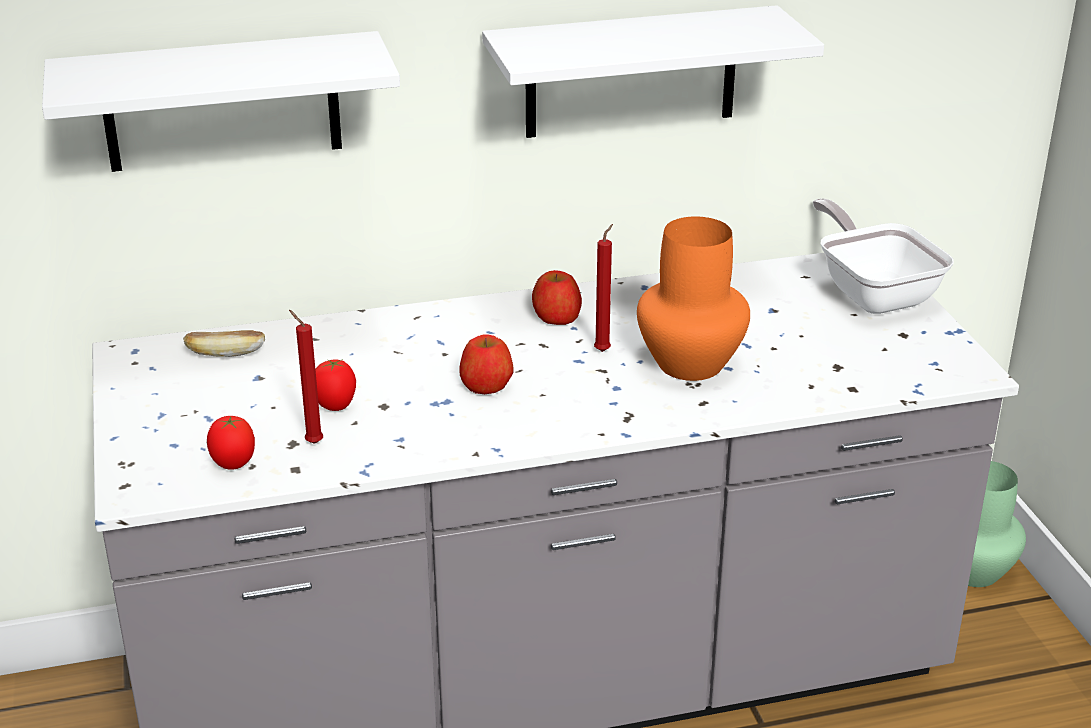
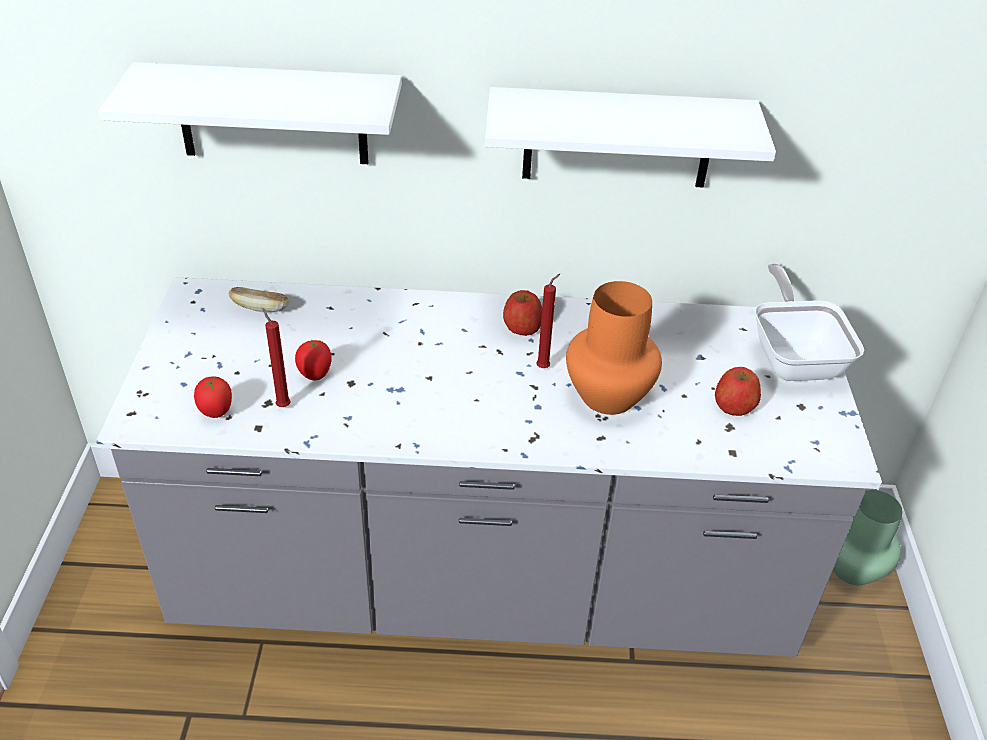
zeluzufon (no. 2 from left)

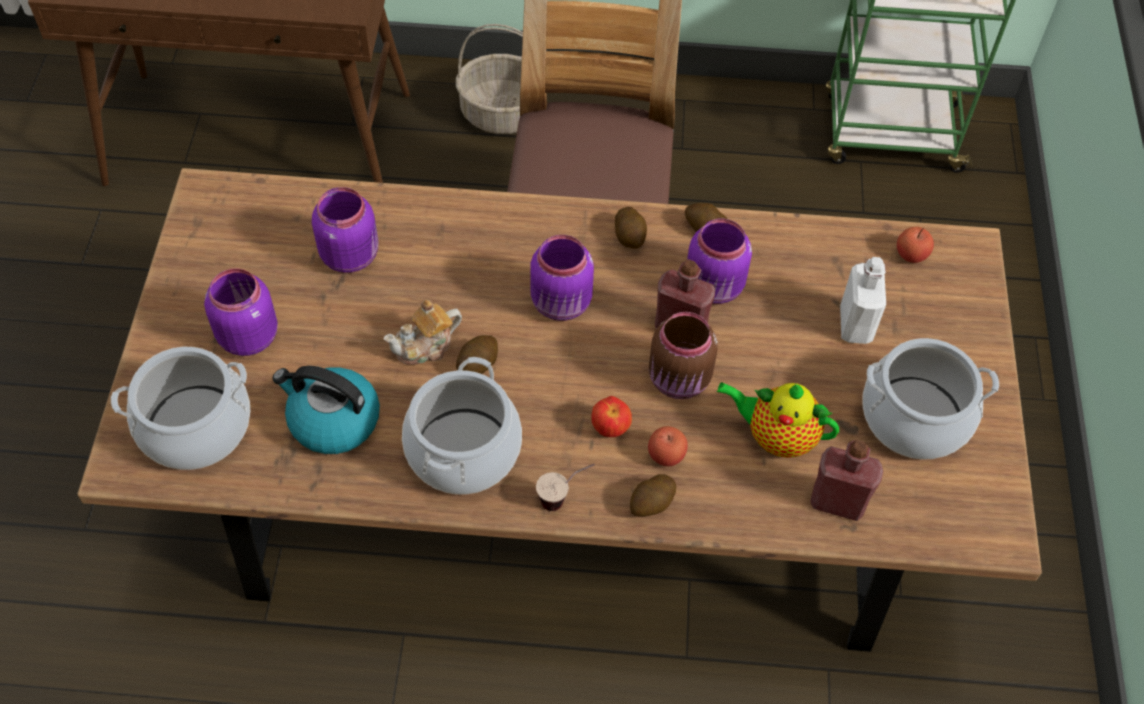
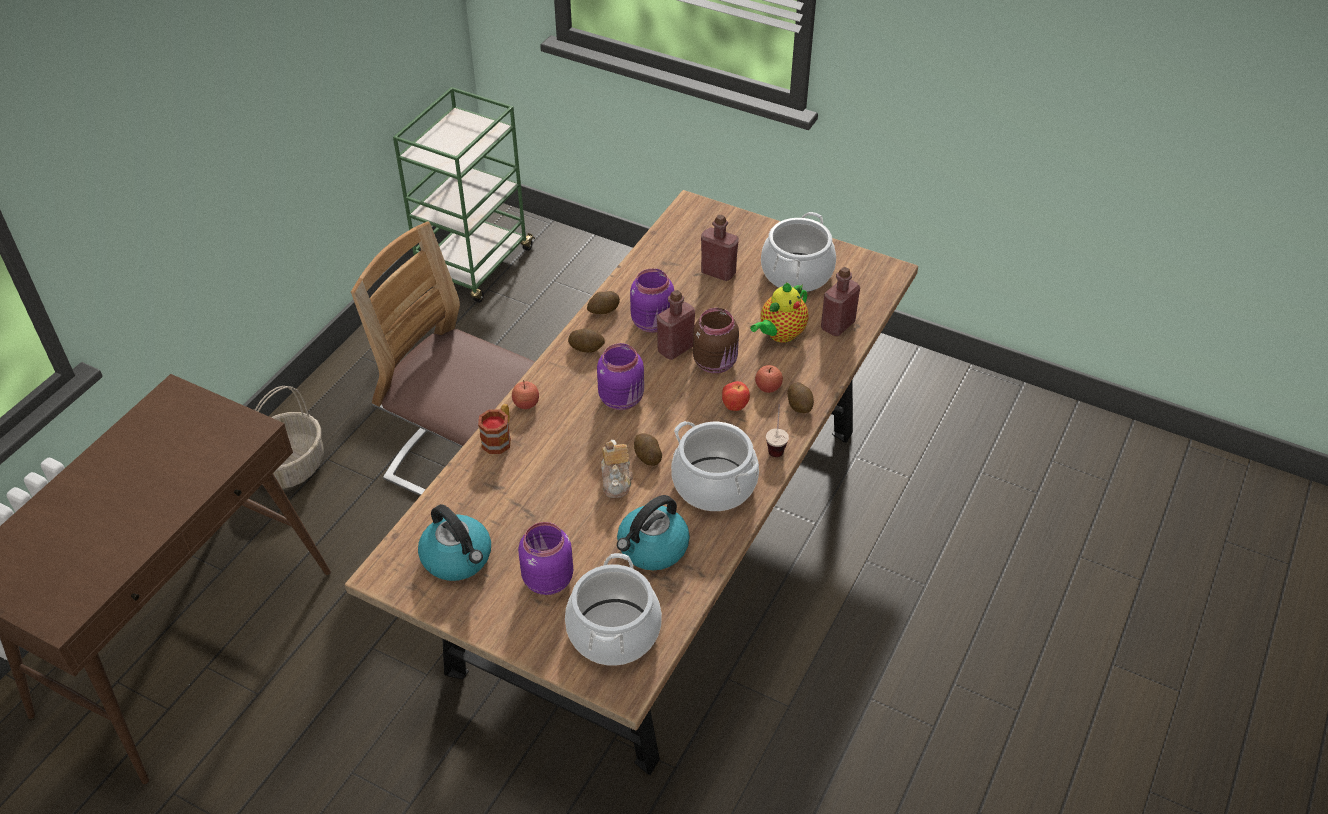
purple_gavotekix (no. 2 from left in the first image); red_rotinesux (no. 2 from left); zeluzufon (no. 1 from left); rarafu (no. 1 from left); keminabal

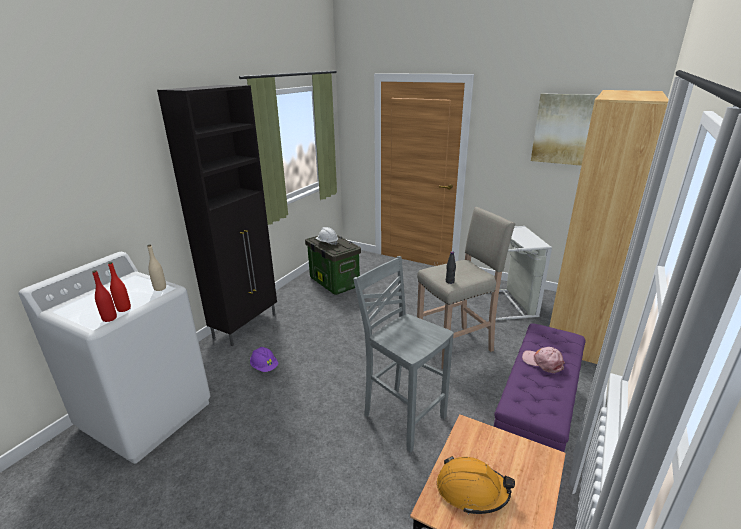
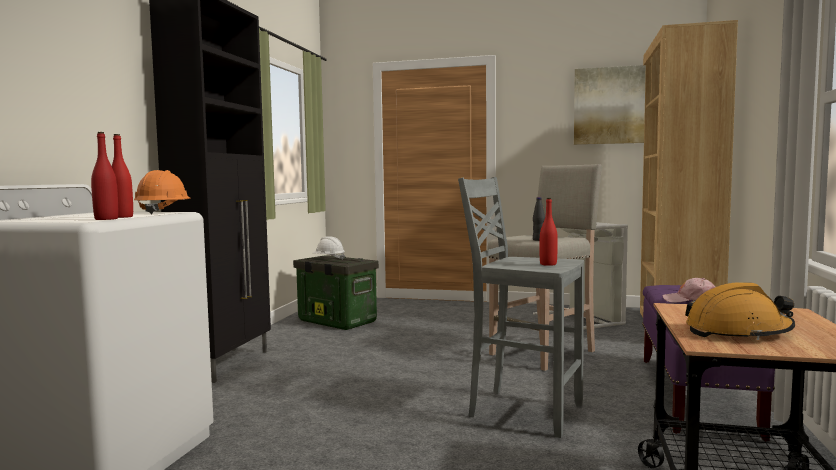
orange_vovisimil (no. 1 from left); purple_vovisimil; red_rotinesux (no. 3 from left)

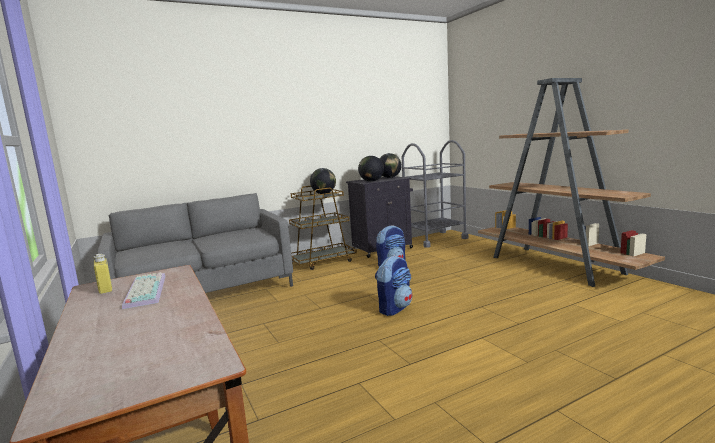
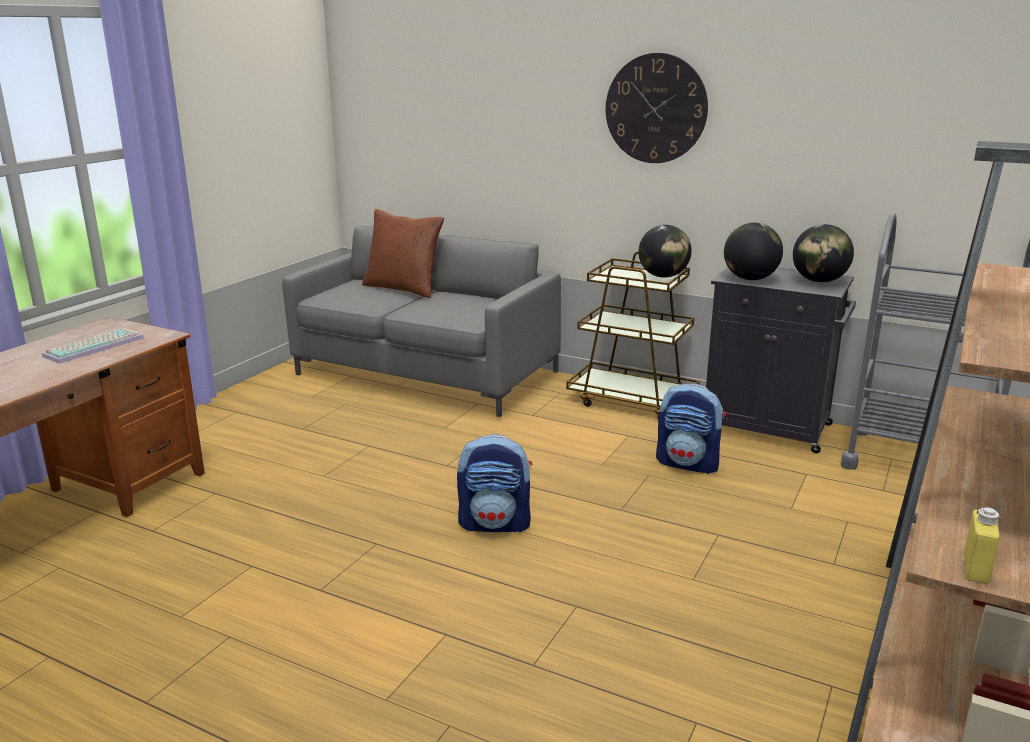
yellow_rotinesux; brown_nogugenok; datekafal

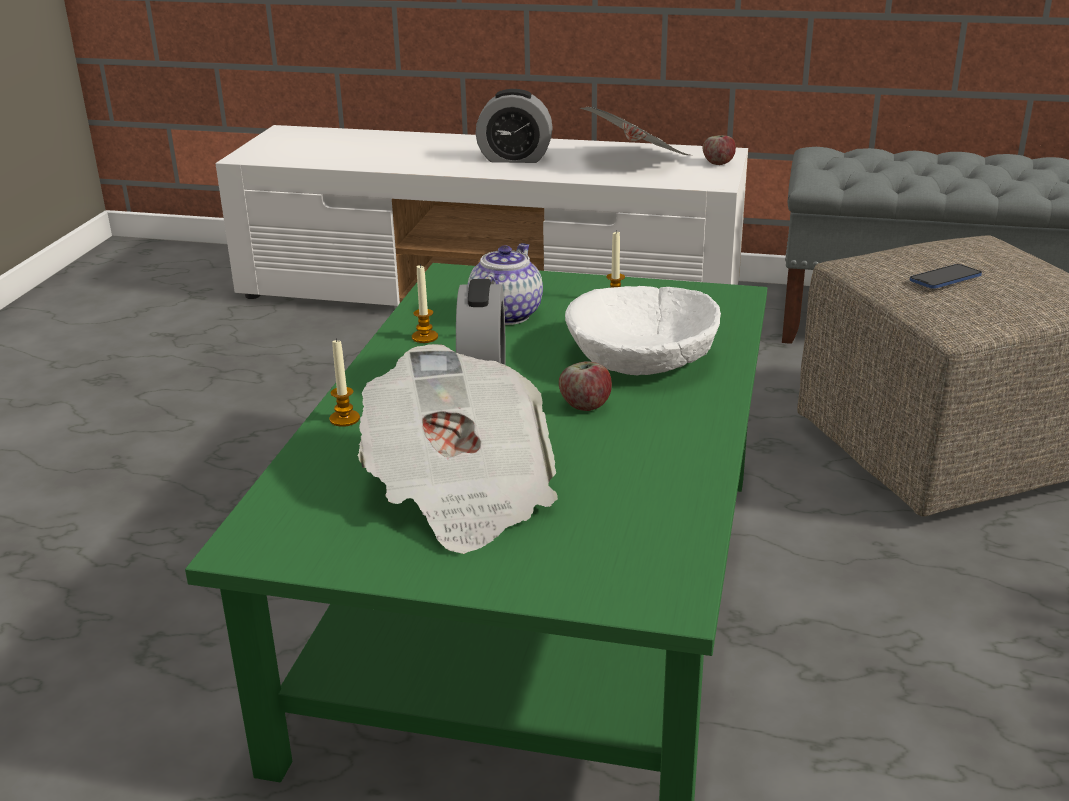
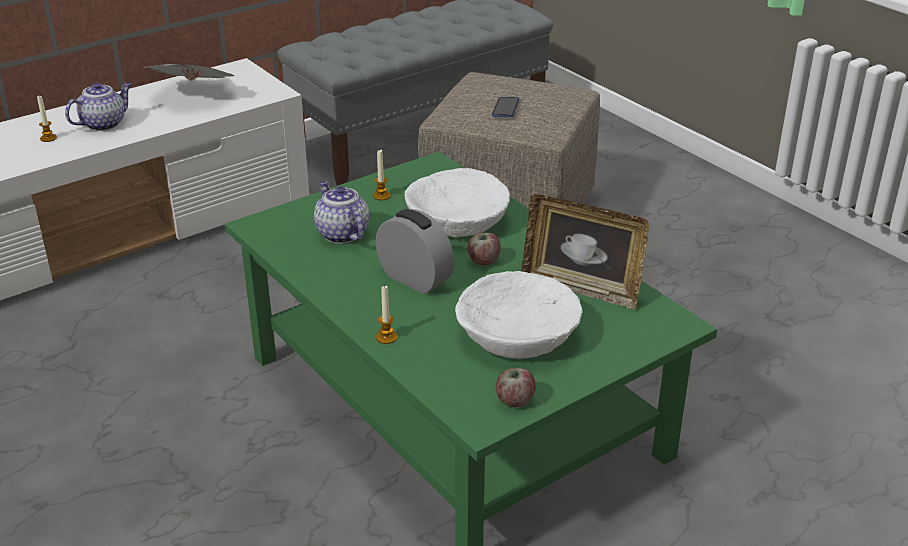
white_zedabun (no. 2 from left); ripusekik (no. 1 from left); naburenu (no. 1 from left); zeluzufon (no. 2 from left); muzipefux

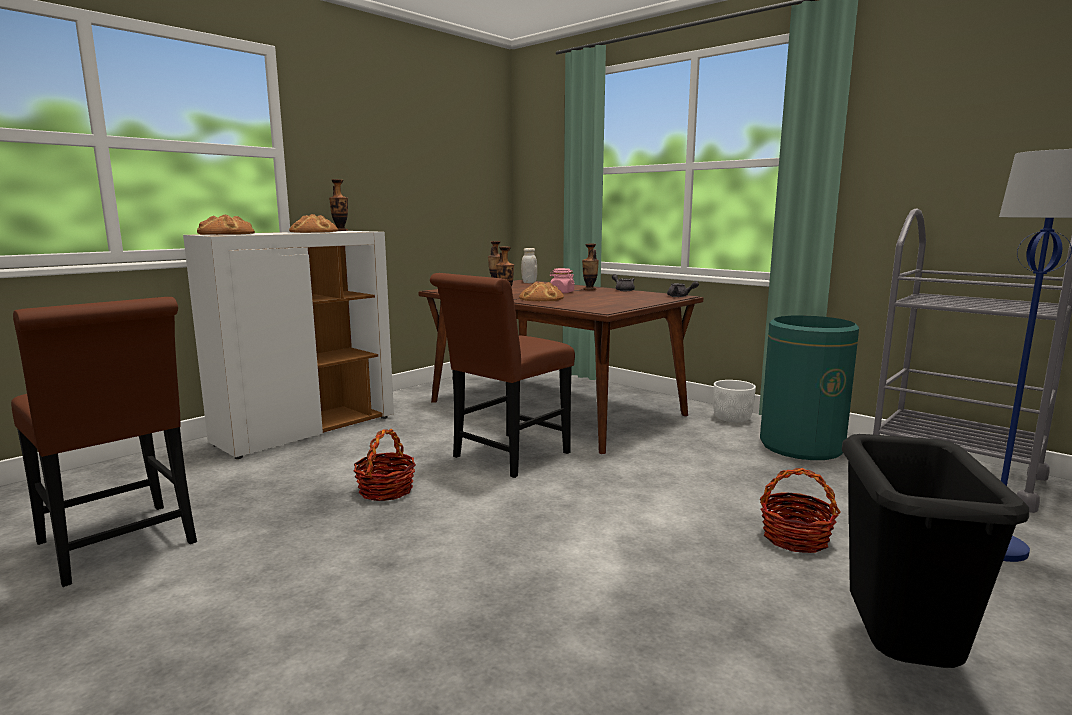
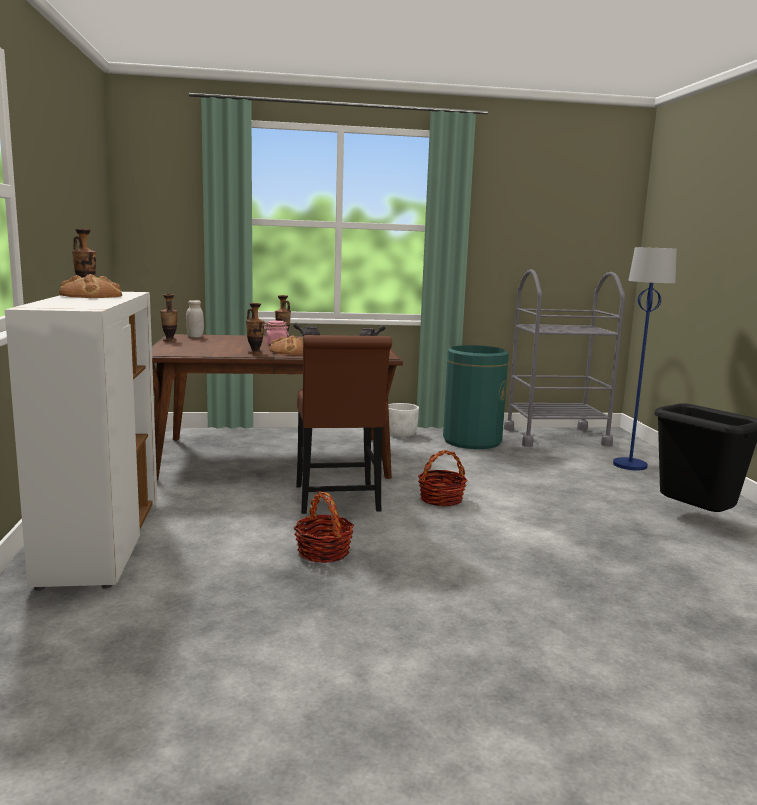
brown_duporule (no. 1 from left in the first image); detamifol (no. 1 from left in the first image); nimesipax (no. 2 from left)

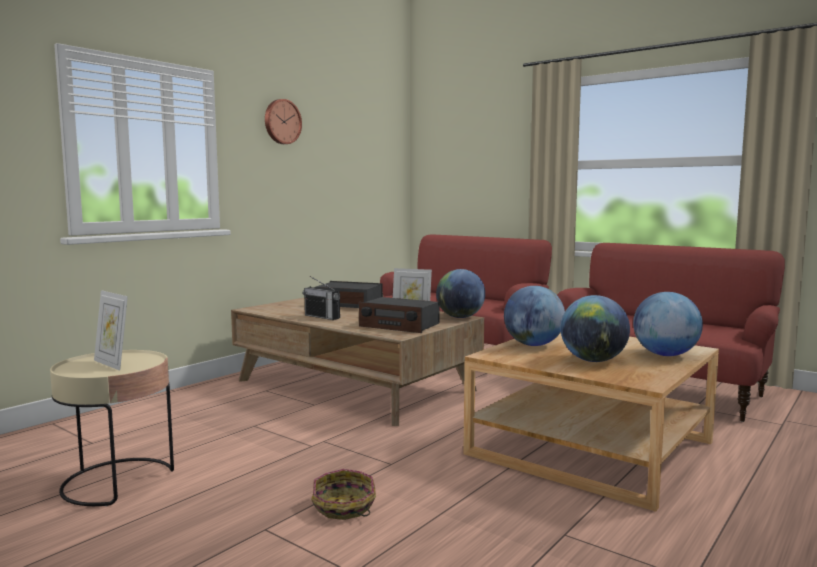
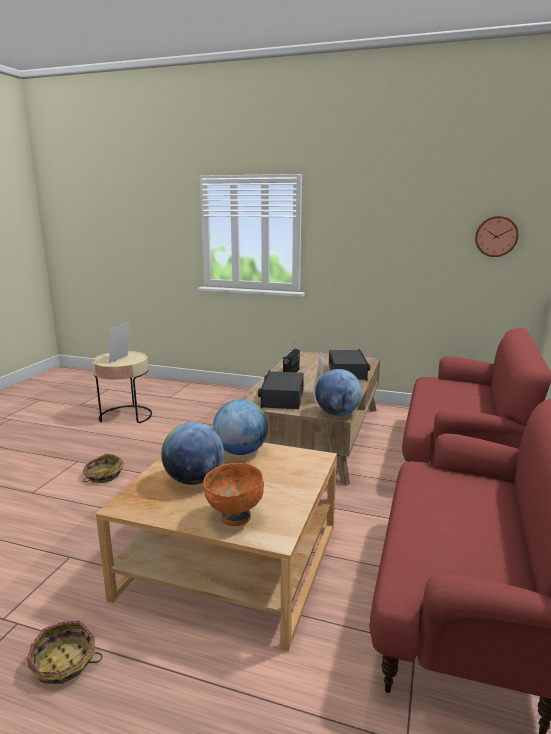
datekafal; orange_zedabun; nimesipax (no. 1 from left)

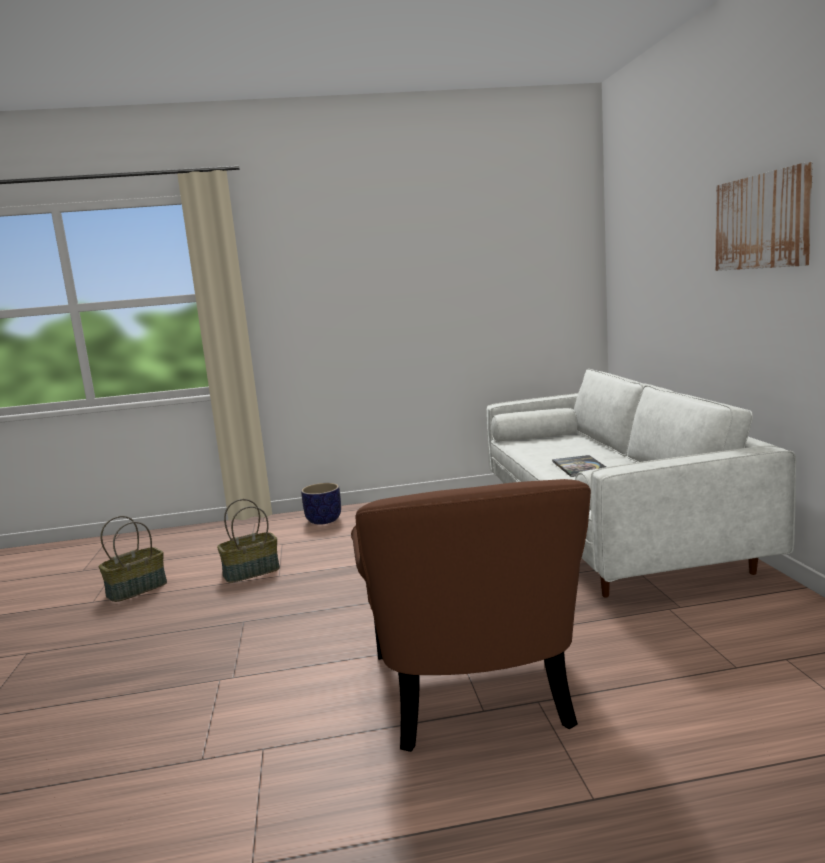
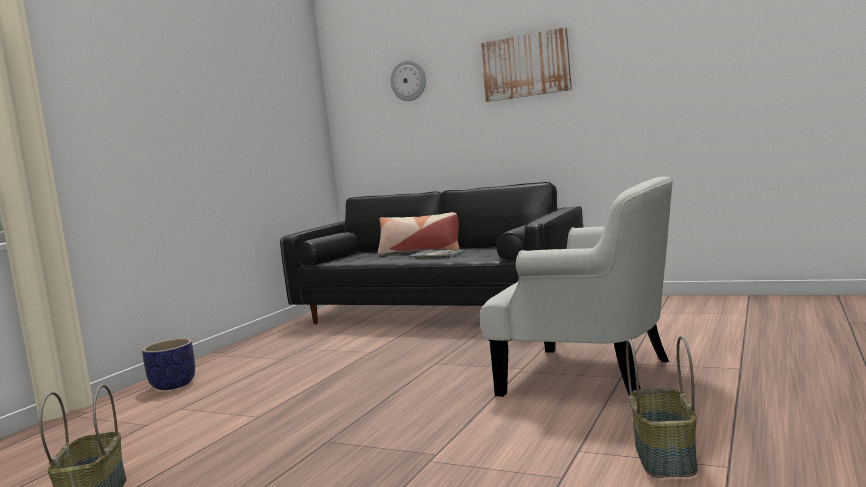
nimesipax (no. 2 from left); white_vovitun; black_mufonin; nogugenok; datekafal

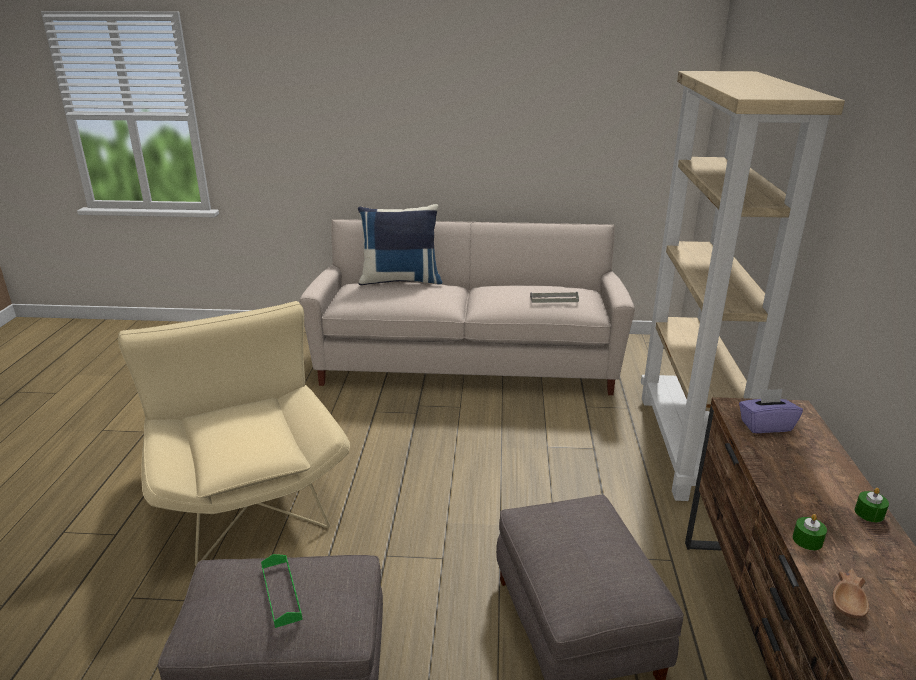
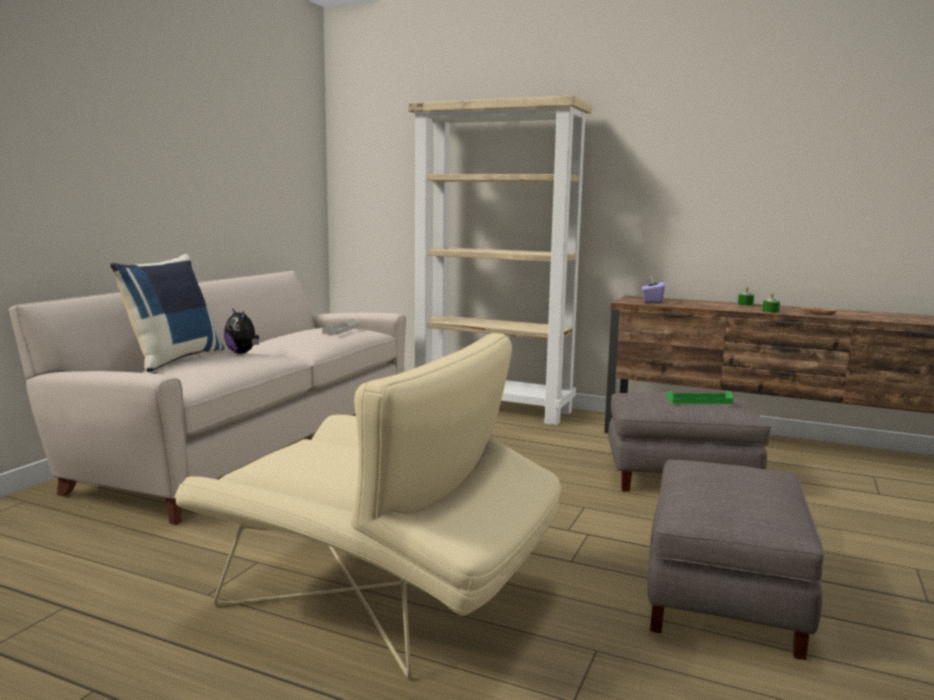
beige_vovitun; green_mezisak; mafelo

